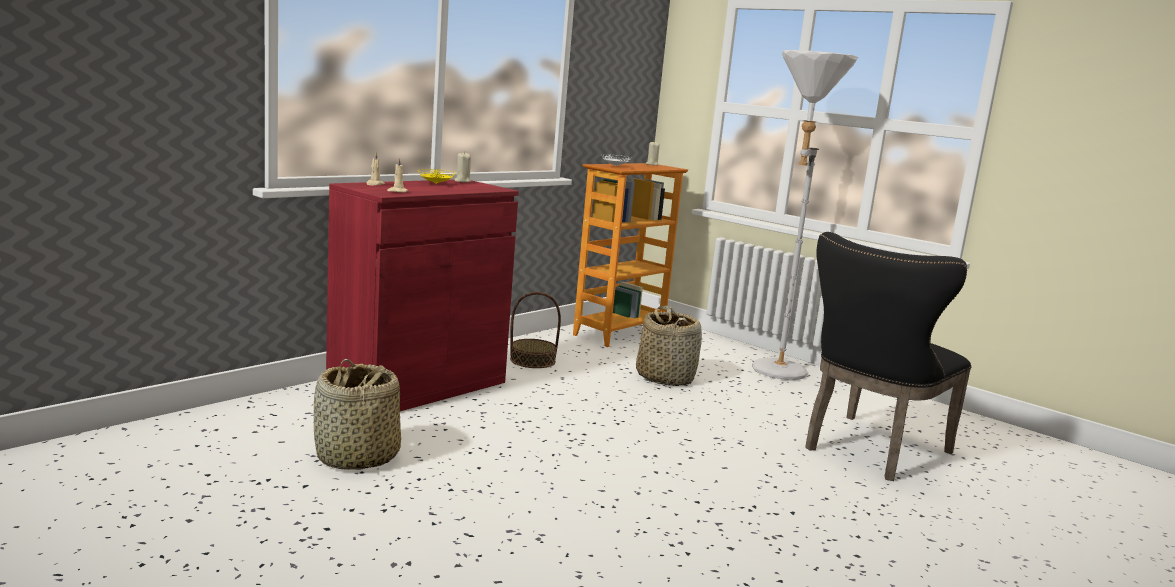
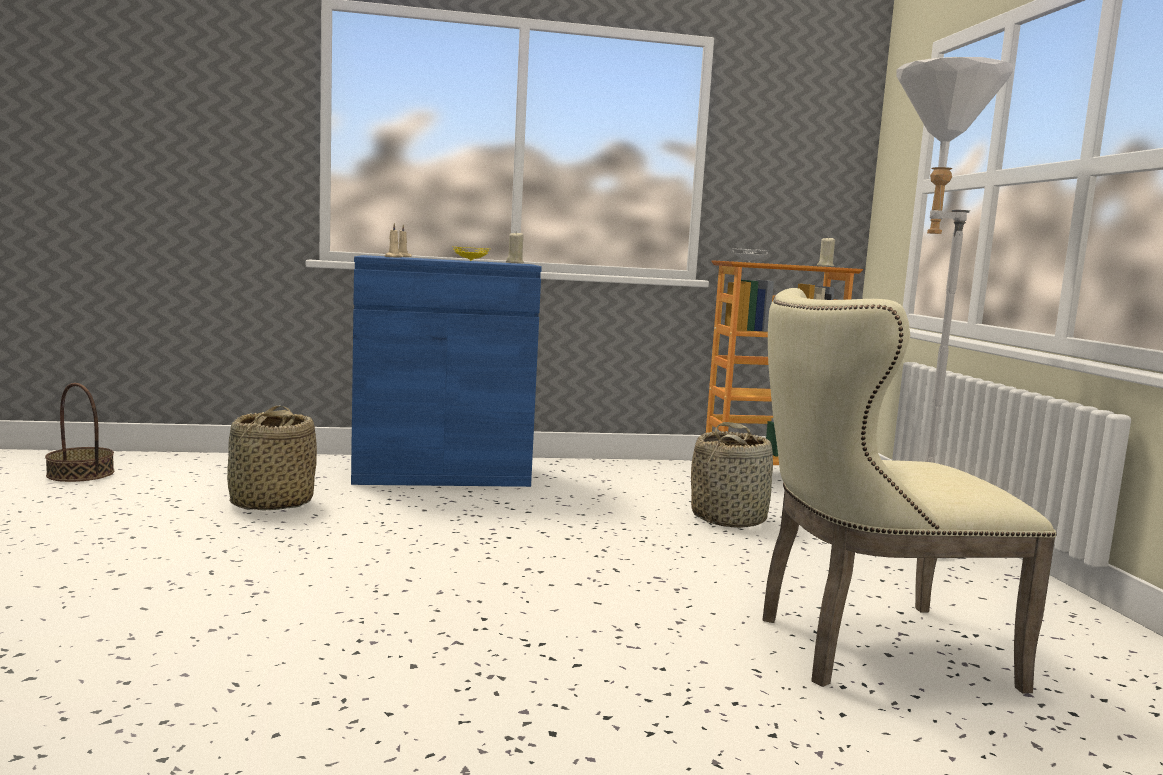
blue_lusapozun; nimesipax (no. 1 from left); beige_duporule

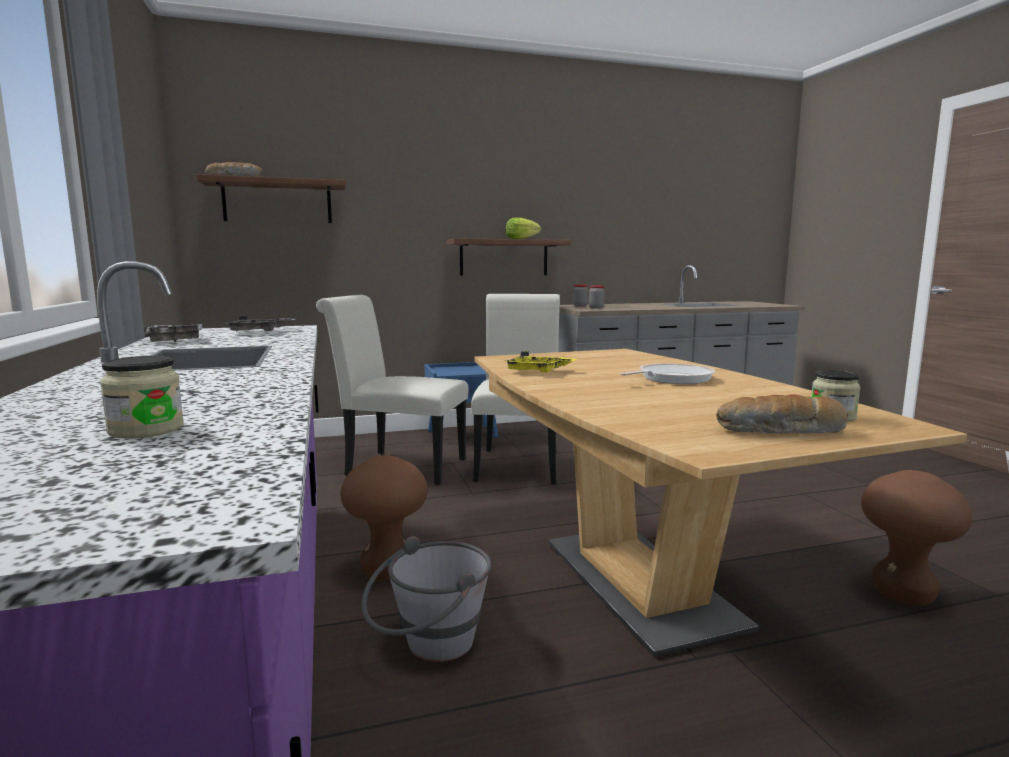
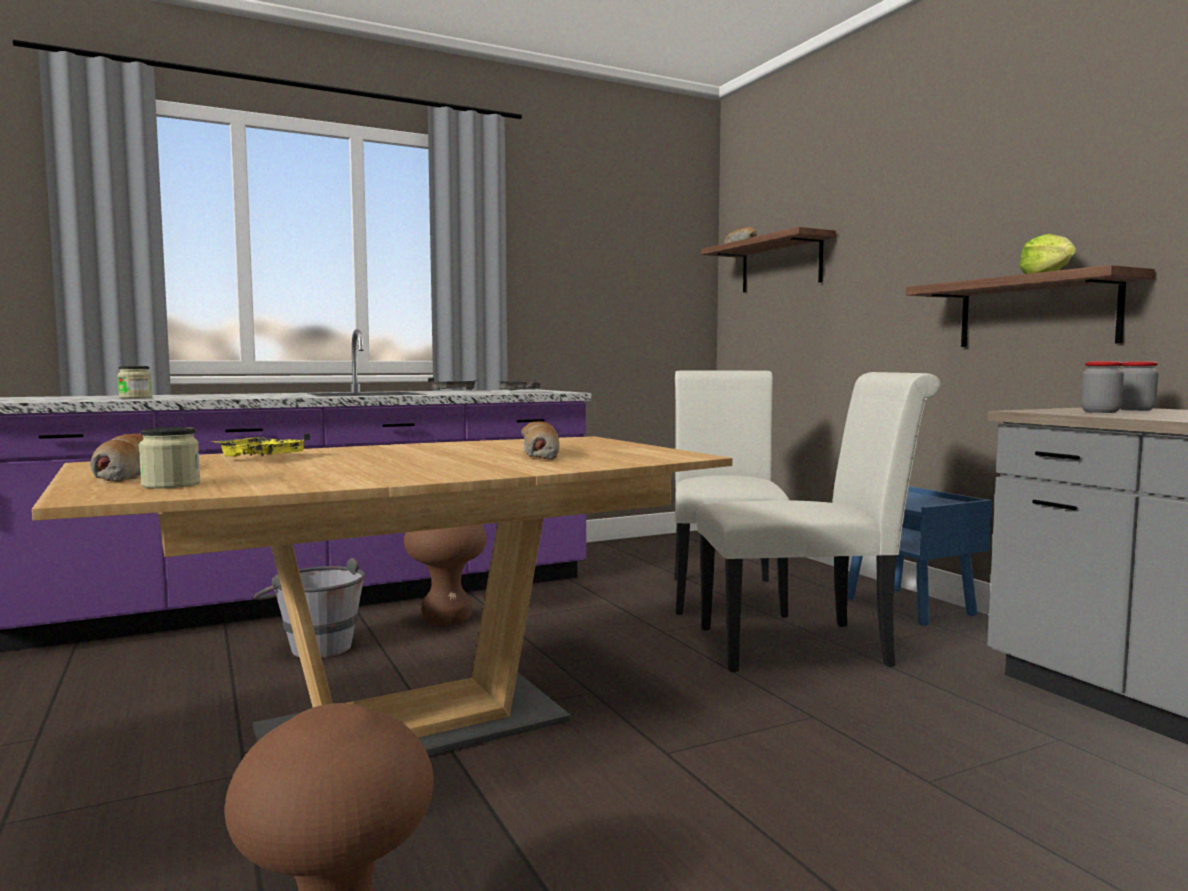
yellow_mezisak; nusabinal; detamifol (no. 2 from left)

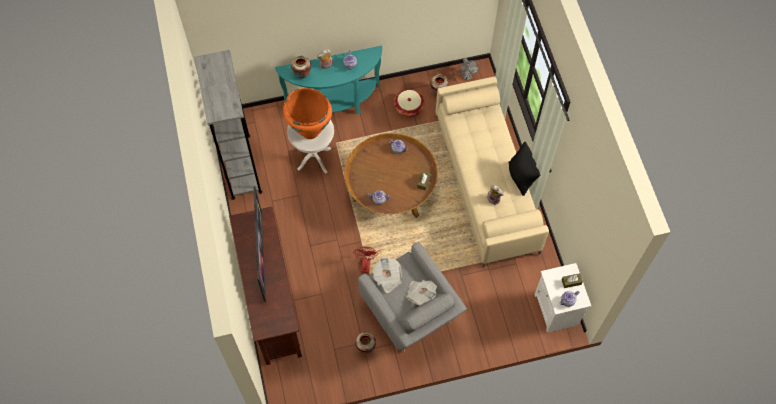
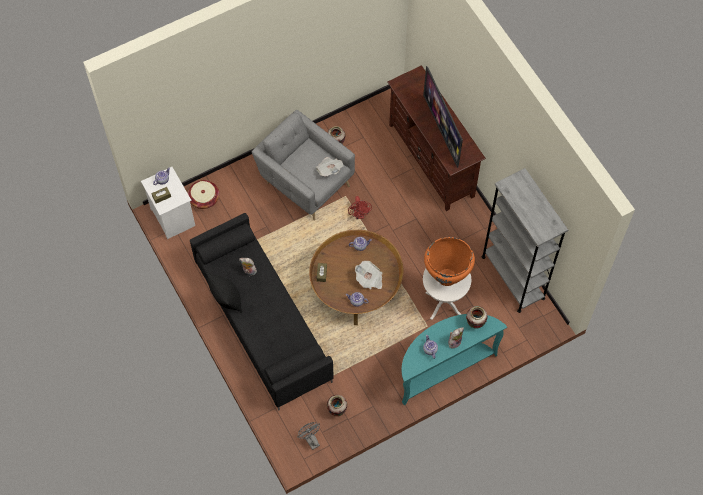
nimesipax; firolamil (no. 2 from left); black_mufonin

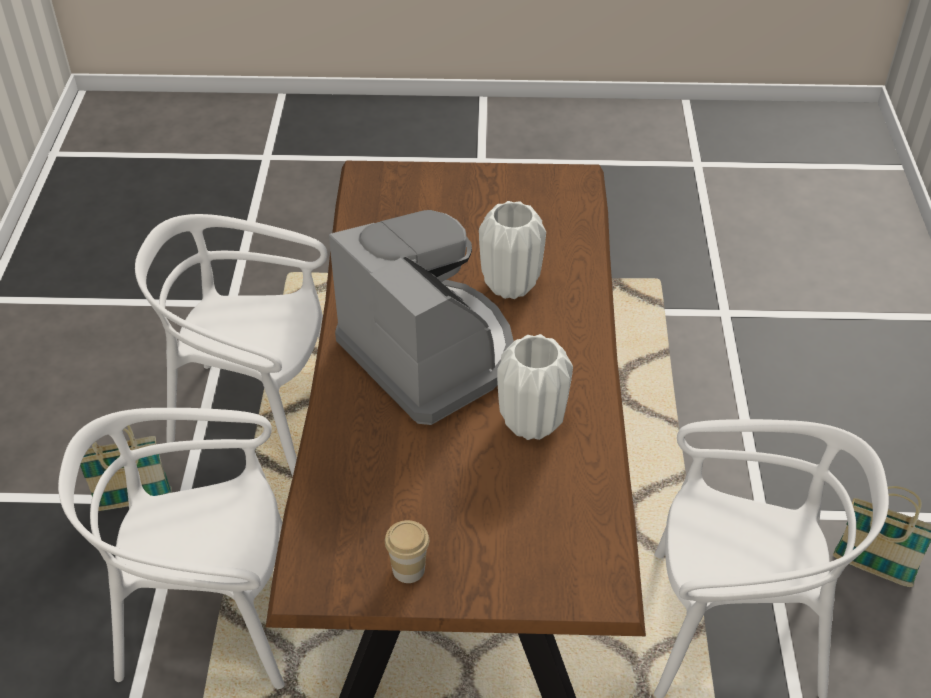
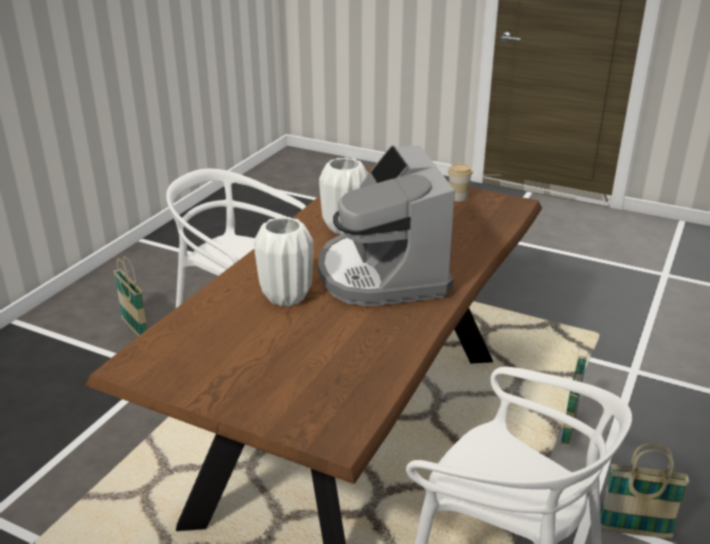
nimesipax (no. 2 from left)

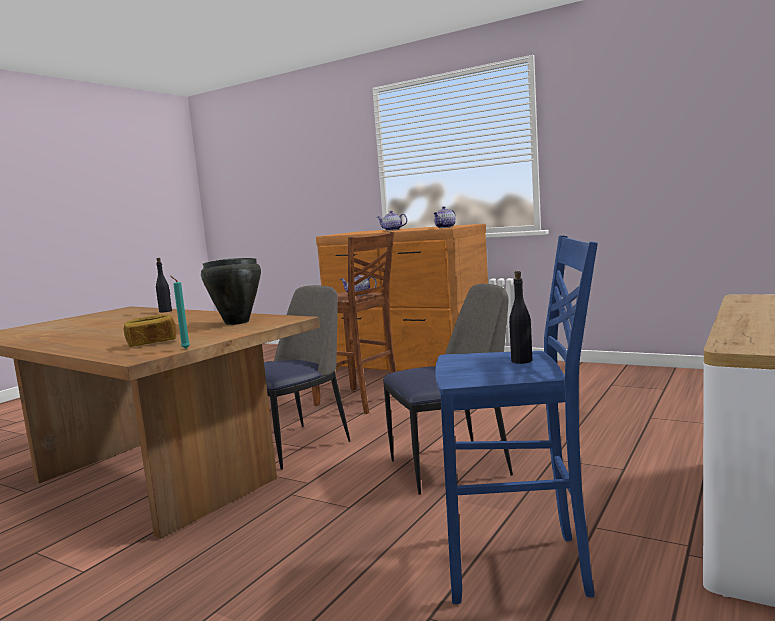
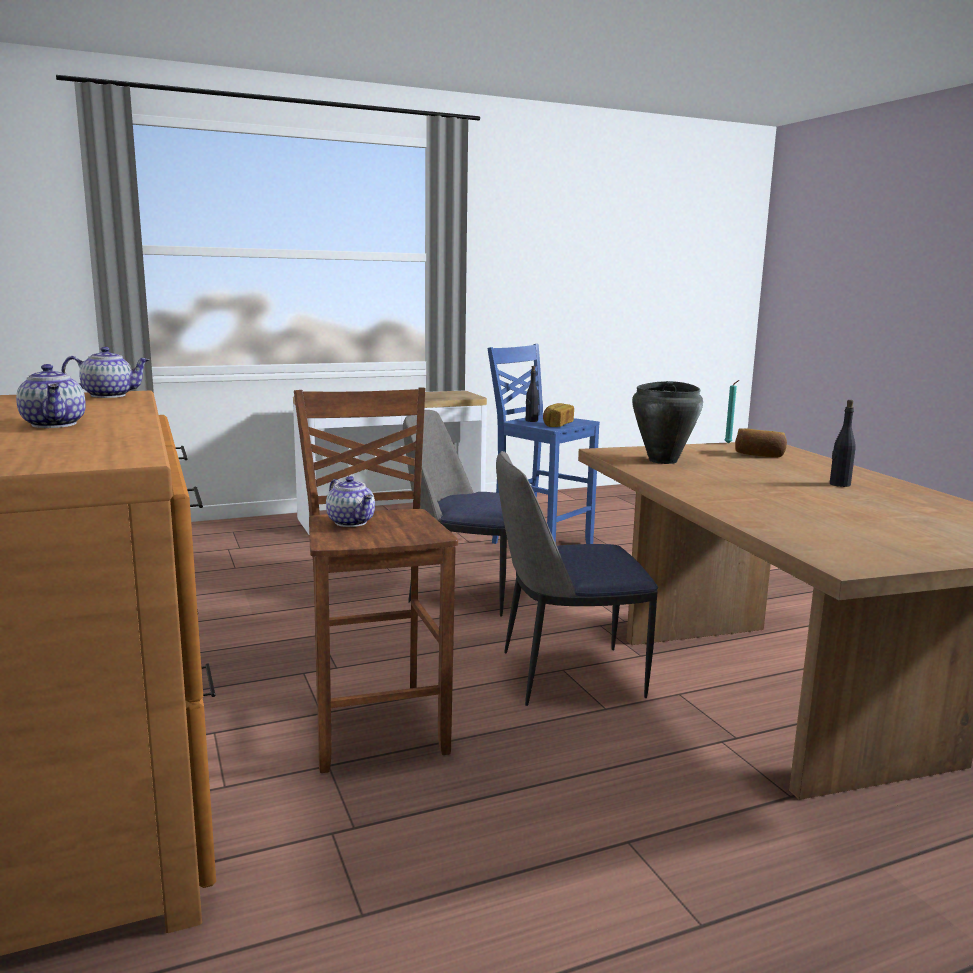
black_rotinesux (no. 2 from left); detamifol (no. 1 from left)

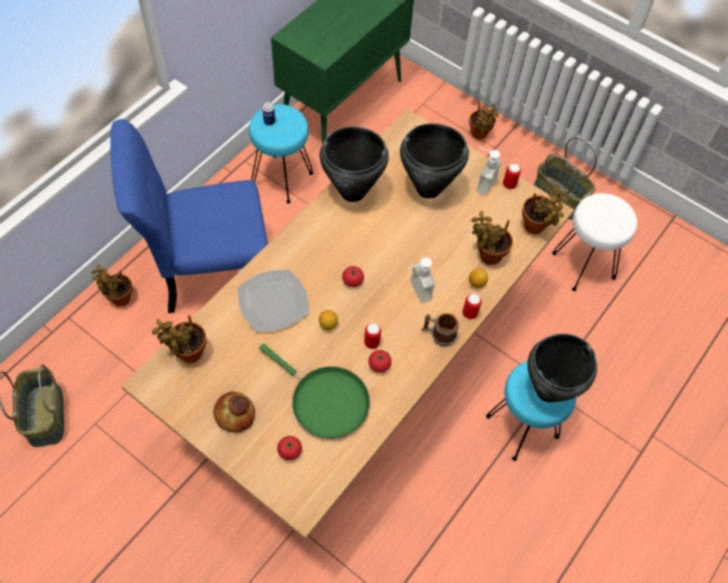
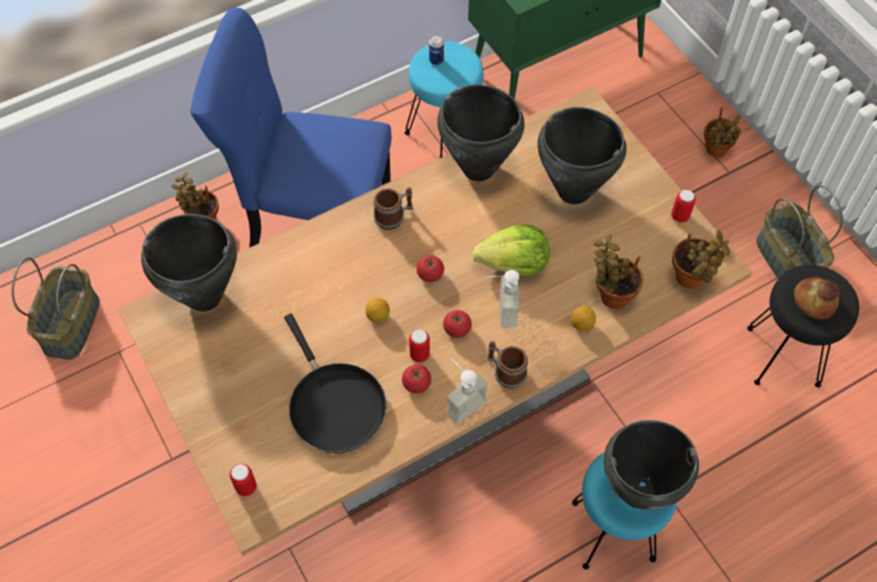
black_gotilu (no. 1 from left); detamifol; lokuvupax; black_nusabinal; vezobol (no. 3 from left); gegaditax (no. 1 from left); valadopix (no. 1 from left); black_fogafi; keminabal (no. 1 from left); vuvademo

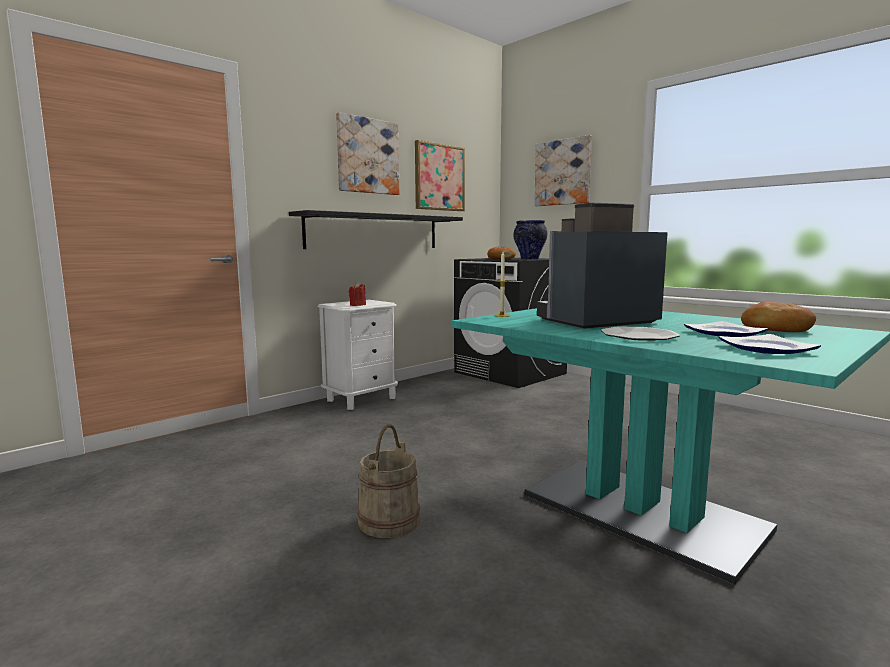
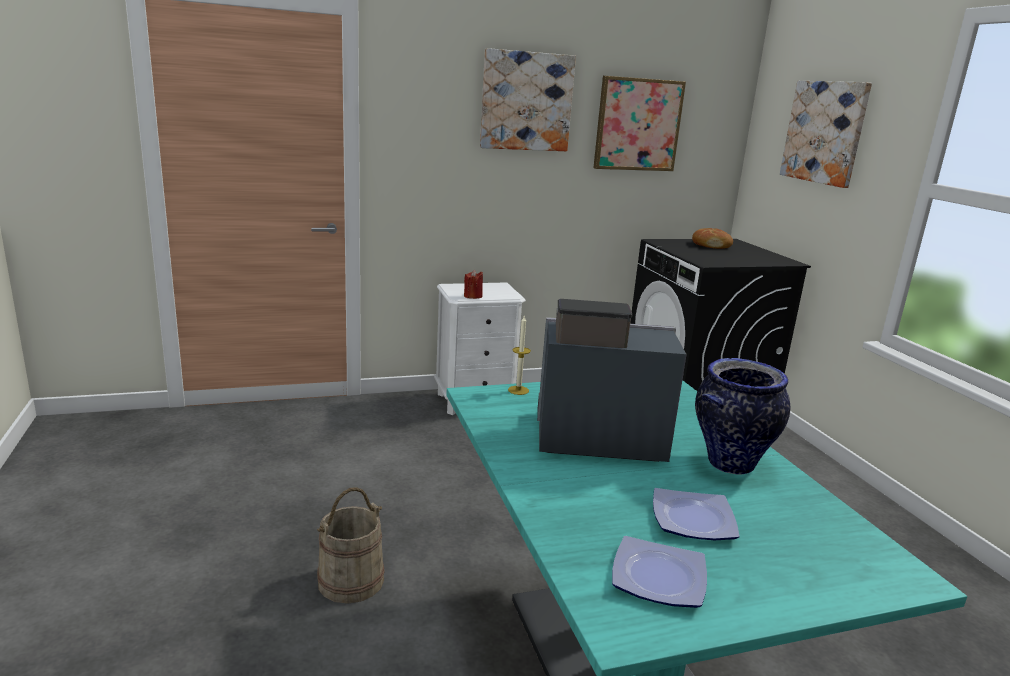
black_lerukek; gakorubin; lokuvupax (no. 1 from left in the first image); detamifol (no. 2 from left in the first image)

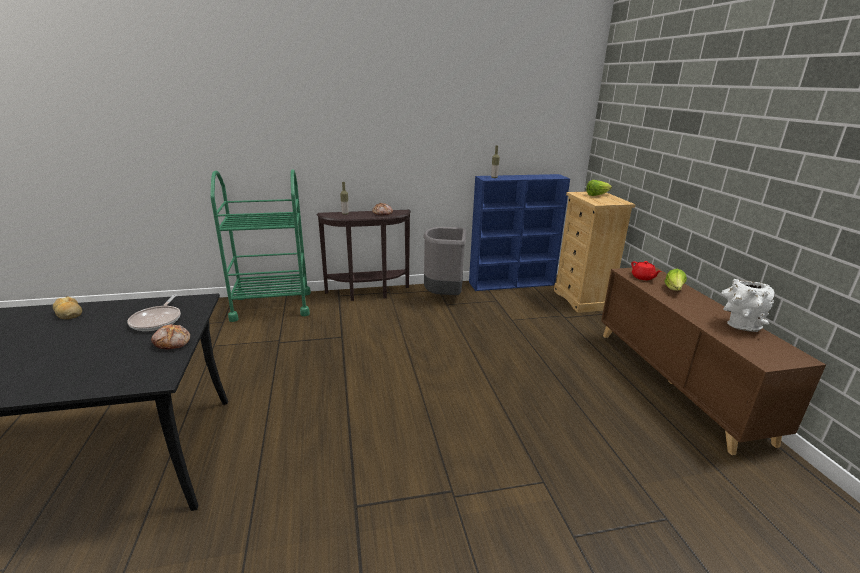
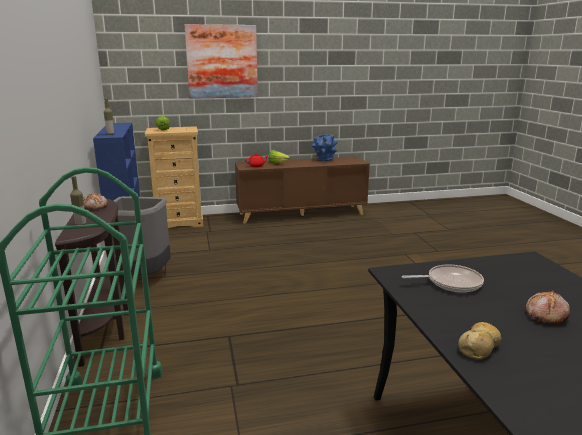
detamifol (no. 3 from left); blue_gakorubin; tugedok

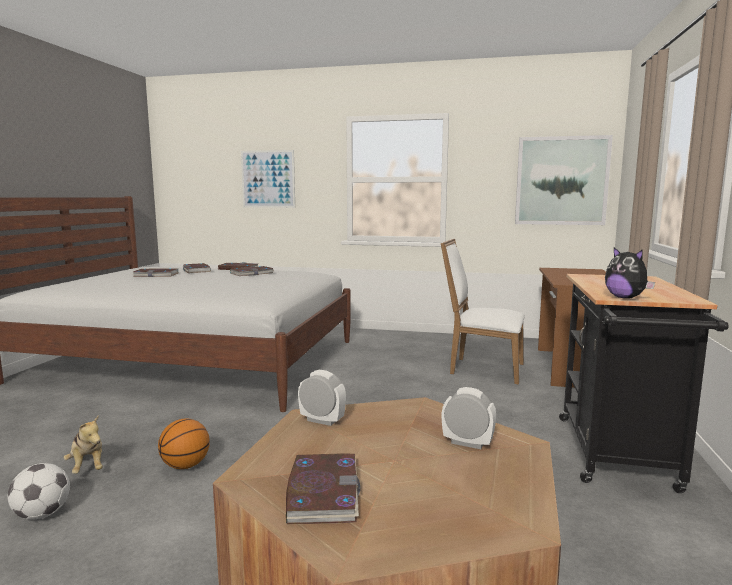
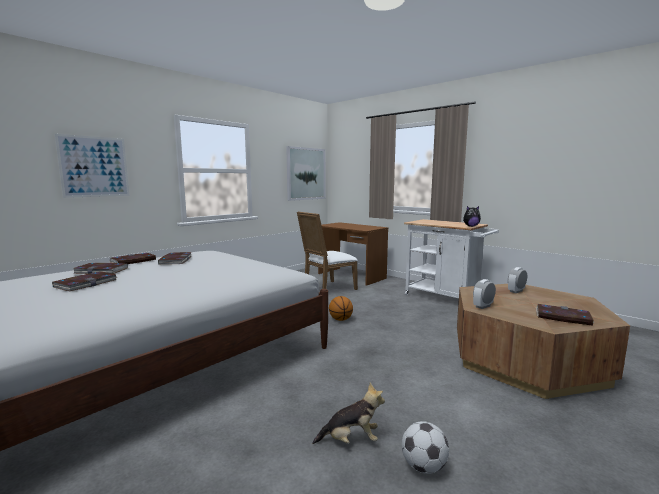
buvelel; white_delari

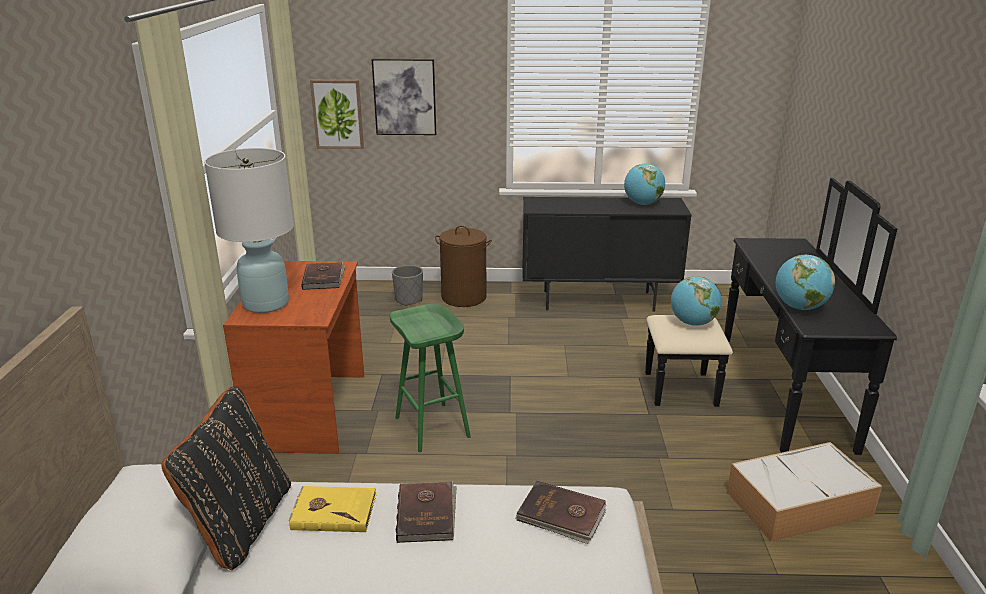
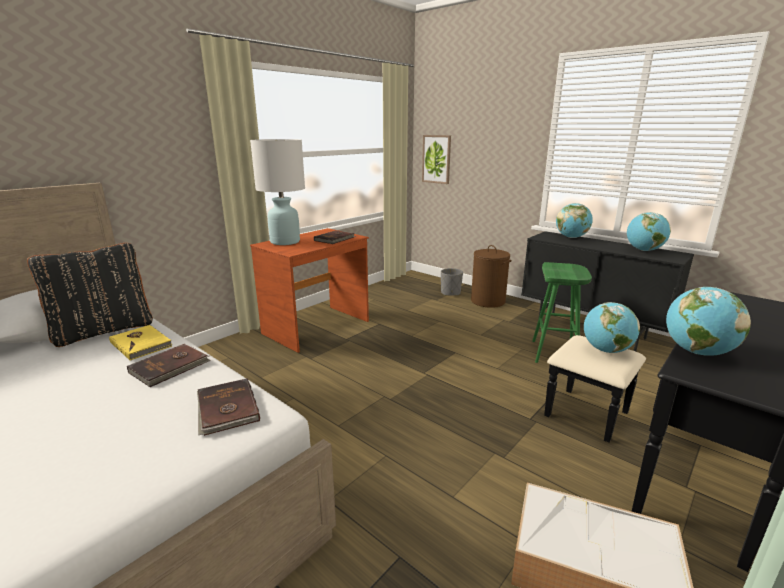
tugedok (no. 2 from left in the first image); green_fogafi; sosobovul (no. 1 from left)

